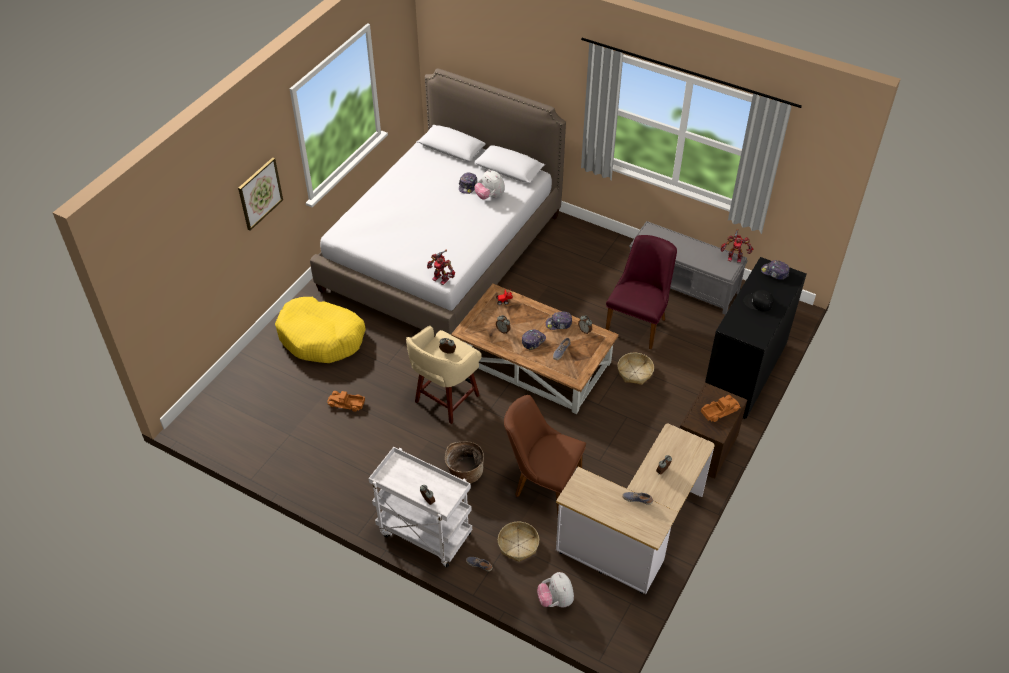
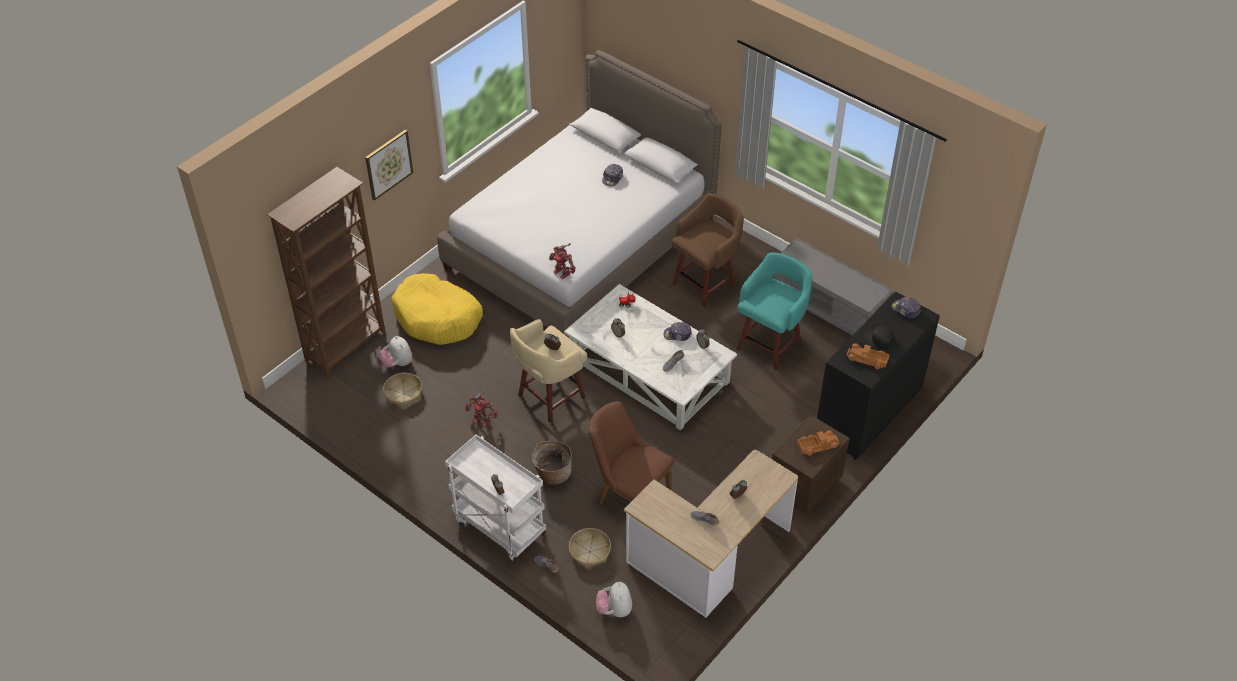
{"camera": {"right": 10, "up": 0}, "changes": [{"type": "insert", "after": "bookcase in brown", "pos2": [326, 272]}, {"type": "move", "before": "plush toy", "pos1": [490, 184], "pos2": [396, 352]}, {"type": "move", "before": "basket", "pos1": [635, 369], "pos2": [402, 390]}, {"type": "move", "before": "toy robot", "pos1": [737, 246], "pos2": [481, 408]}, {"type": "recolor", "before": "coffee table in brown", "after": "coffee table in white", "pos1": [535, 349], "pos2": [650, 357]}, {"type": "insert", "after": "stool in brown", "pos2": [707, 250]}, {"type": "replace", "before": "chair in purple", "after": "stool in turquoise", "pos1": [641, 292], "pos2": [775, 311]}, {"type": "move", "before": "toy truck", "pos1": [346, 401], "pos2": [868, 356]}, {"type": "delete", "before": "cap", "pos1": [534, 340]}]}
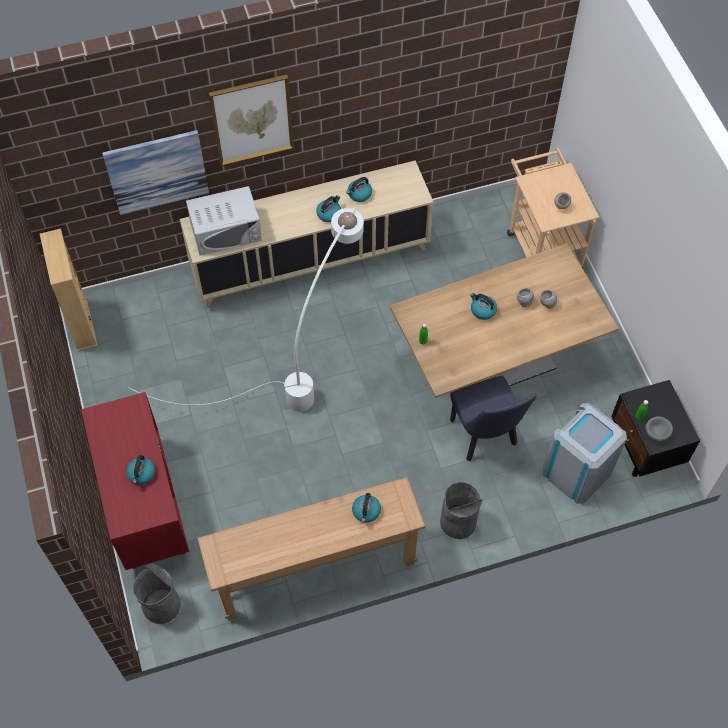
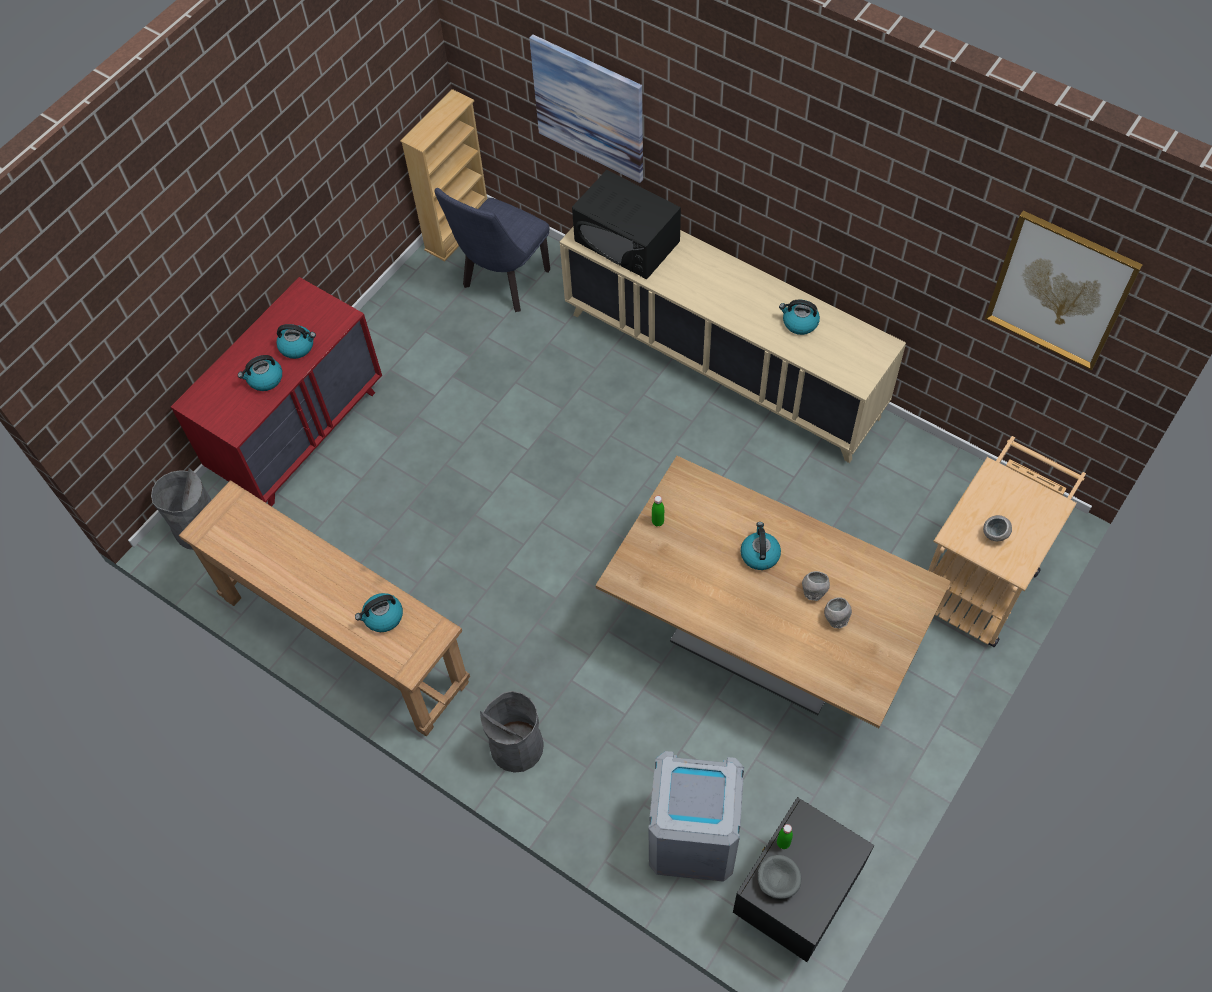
{"camera": {"right": 55, "up": 0}, "changes": [{"type": "move", "before": "kettle", "pos1": [328, 208], "pos2": [296, 341]}, {"type": "move", "before": "chair in blue", "pos1": [493, 418], "pos2": [492, 250]}, {"type": "recolor", "before": "microwave in white", "after": "microwave in black", "pos1": [224, 220], "pos2": [626, 224]}, {"type": "move", "before": "picture", "pos1": [251, 120], "pos2": [1064, 290]}, {"type": "delete", "before": "floor lamp in white", "pos1": [246, 310]}]}
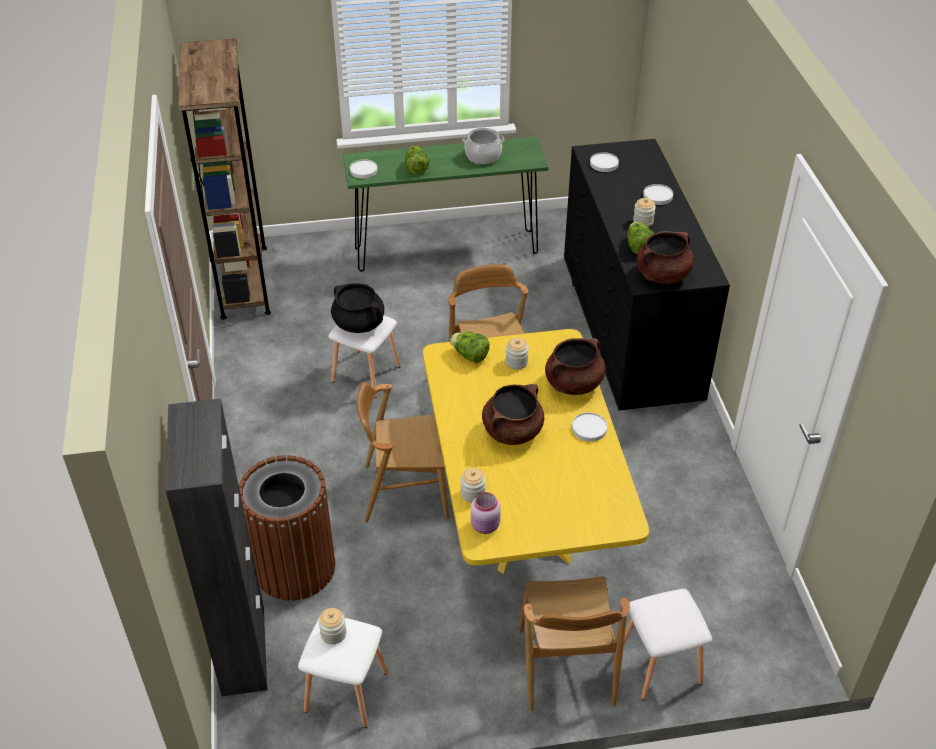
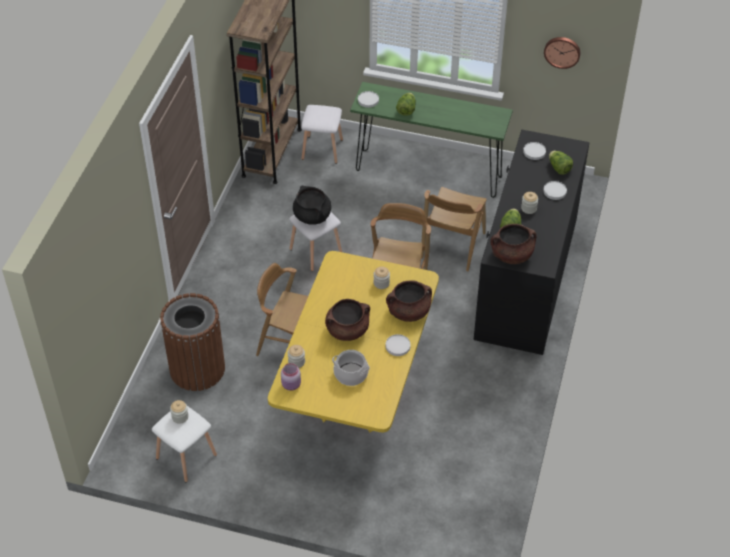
{"camera": {"right": 25, "up": 5}, "changes": [{"type": "move", "before": "stool in white", "pos1": [668, 644], "pos2": [322, 134]}, {"type": "move", "before": "cooking pot", "pos1": [483, 146], "pos2": [351, 368]}, {"type": "move", "before": "chair in brown", "pos1": [574, 644], "pos2": [454, 229]}, {"type": "insert", "after": "wall clock", "pos2": [562, 53]}, {"type": "move", "before": "lettuce", "pos1": [470, 347], "pos2": [561, 163]}, {"type": "delete", "before": "cabinet in black", "pos1": [216, 548]}]}
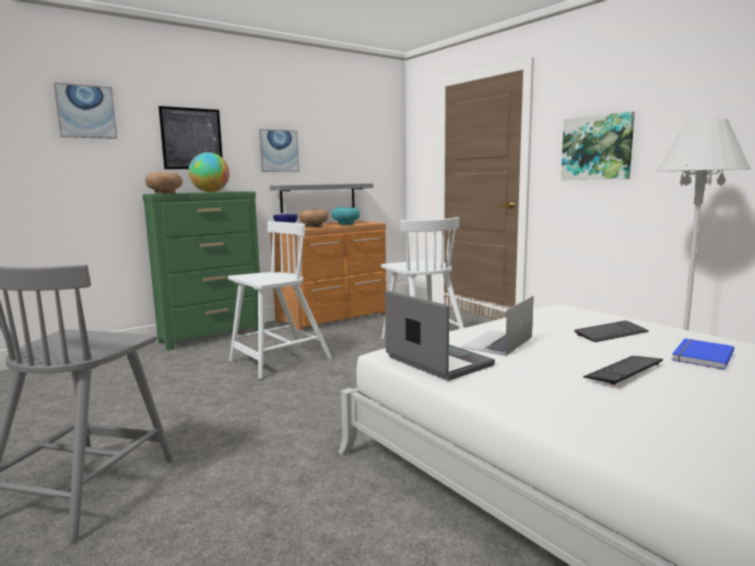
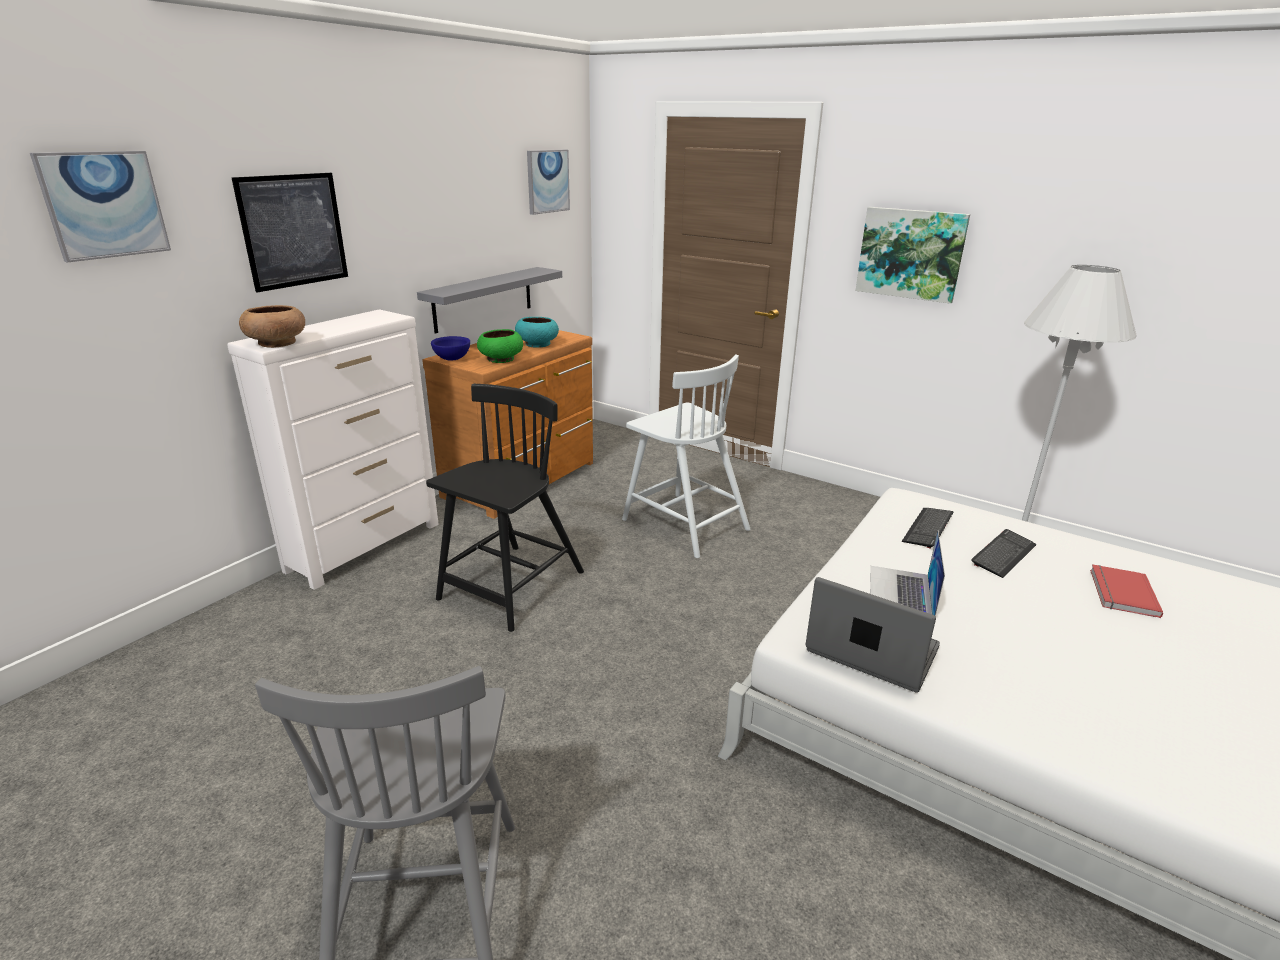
{"camera": {"right": -20, "up": 15}, "changes": [{"type": "recolor", "before": "dresser in green", "after": "dresser in white", "pos1": [201, 271], "pos2": [333, 449]}, {"type": "recolor", "before": "chair in white", "after": "chair in black", "pos1": [280, 300], "pos2": [505, 508]}, {"type": "recolor", "before": "bowl in brown", "after": "bowl in green", "pos1": [314, 218], "pos2": [500, 346]}, {"type": "move", "before": "picture", "pos1": [279, 150], "pos2": [548, 182]}, {"type": "move", "before": "keyboard", "pos1": [623, 371], "pos2": [927, 528]}, {"type": "recolor", "before": "book in blue", "after": "book in red", "pos1": [703, 354], "pos2": [1126, 591]}, {"type": "delete", "before": "globe", "pos1": [209, 172]}]}
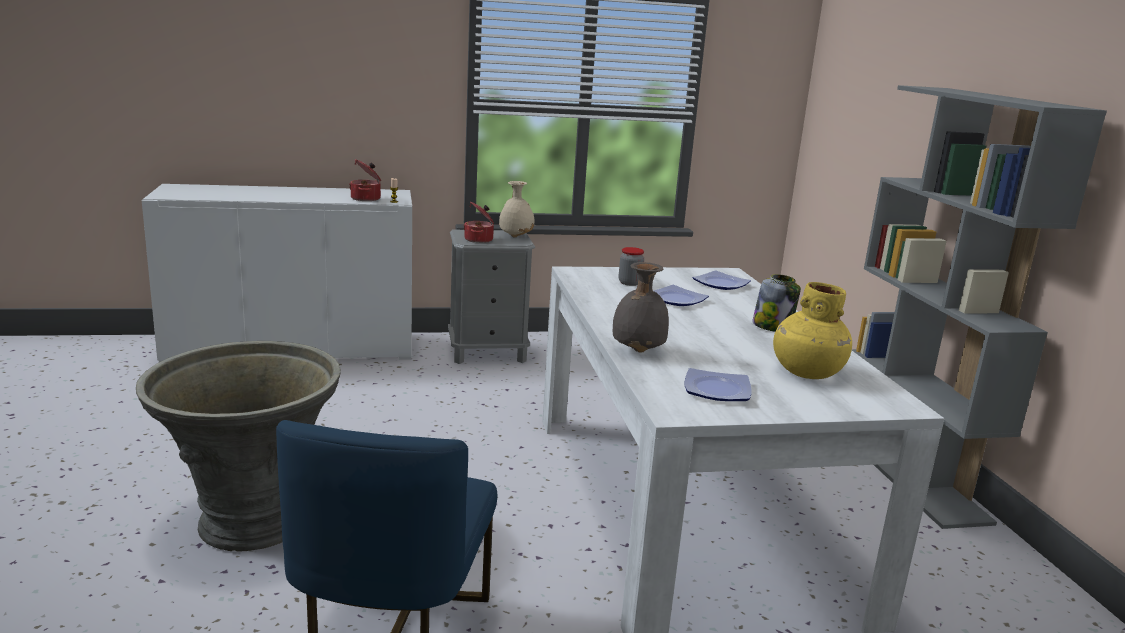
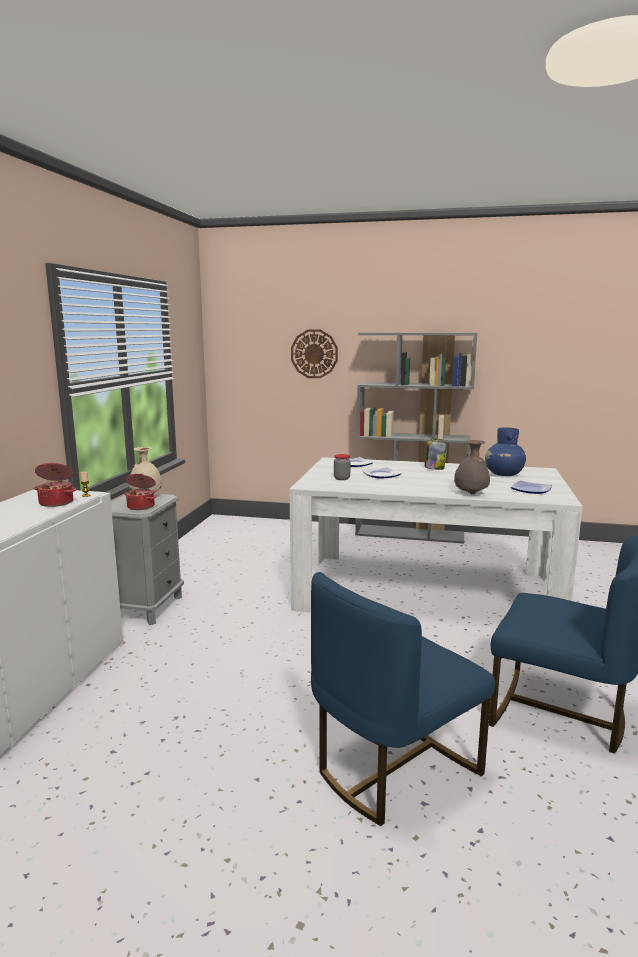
{"camera": {"right": -65, "up": -5}, "changes": [{"type": "insert", "after": "wall clock", "pos2": [314, 353]}, {"type": "replace", "before": "planter in grey", "after": "chair in blue", "pos1": [238, 446], "pos2": [403, 699]}, {"type": "recolor", "before": "vase in yellow", "after": "vase in blue", "pos1": [812, 330], "pos2": [505, 451]}]}
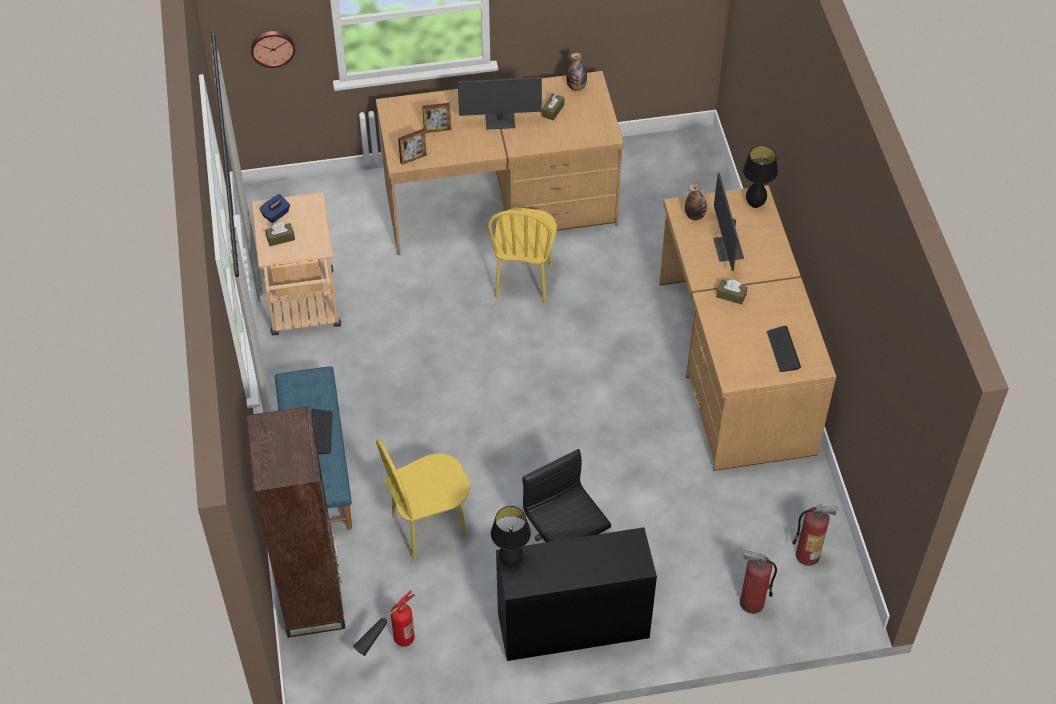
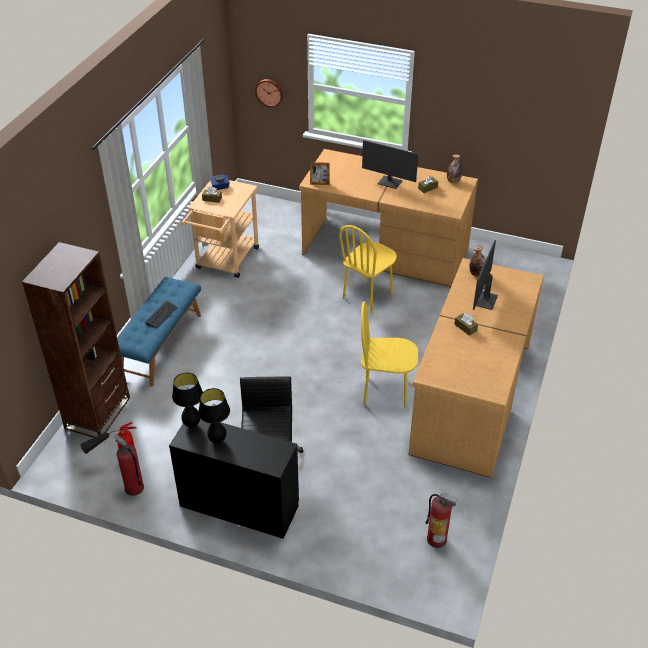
{"camera": {"right": 30, "up": -10}, "changes": [{"type": "move", "before": "fire extinguisher", "pos1": [758, 582], "pos2": [129, 465]}, {"type": "move", "before": "table lamp in black", "pos1": [760, 176], "pos2": [214, 416]}, {"type": "move", "before": "chair in yellow", "pos1": [423, 499], "pos2": [389, 355]}, {"type": "delete", "before": "picture frame", "pos1": [436, 118]}, {"type": "delete", "before": "keyboard", "pos1": [784, 348]}]}
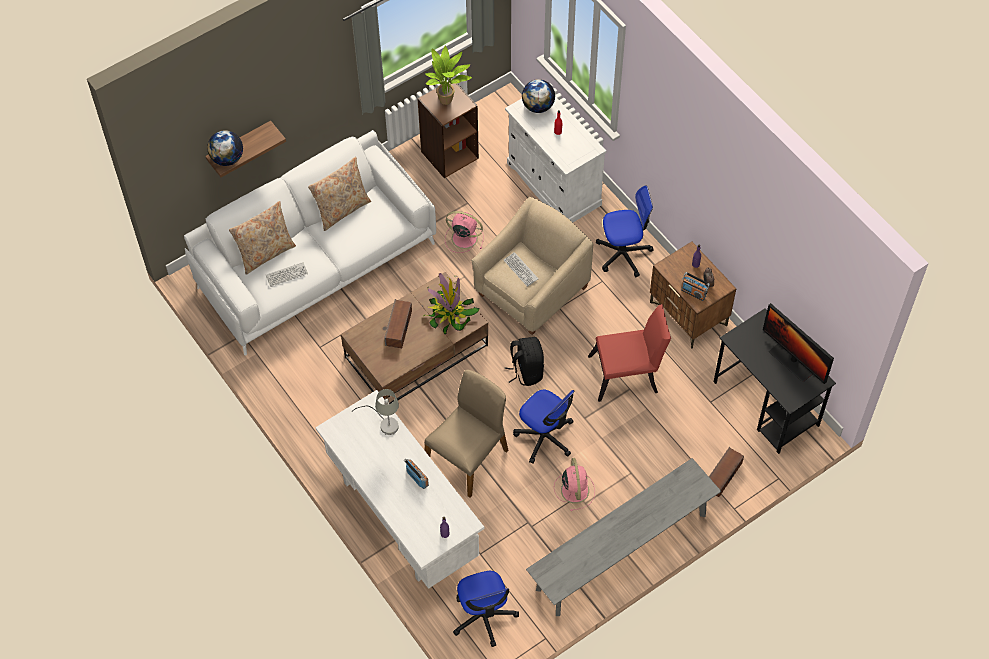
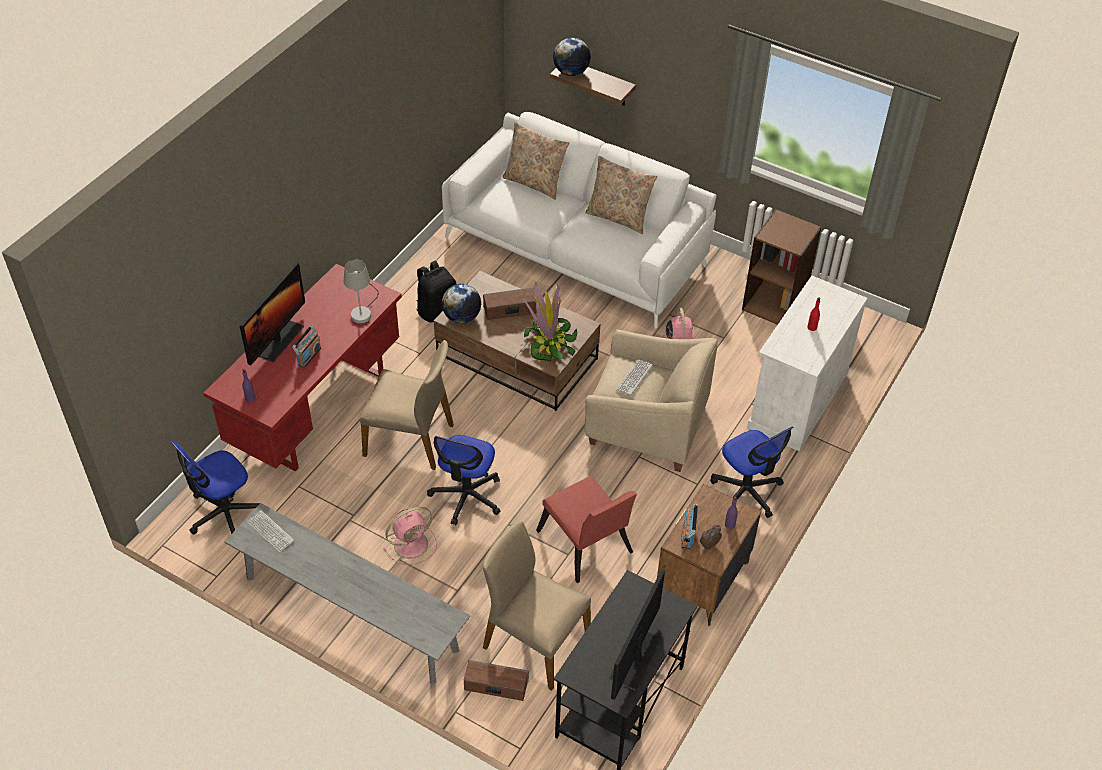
{"camera": {"right": 65, "up": -10}, "changes": [{"type": "recolor", "before": "desk in white", "after": "desk in red", "pos1": [399, 489], "pos2": [303, 367]}, {"type": "insert", "after": "monitor", "pos2": [272, 313]}, {"type": "move", "before": "keyboard", "pos1": [287, 274], "pos2": [270, 531]}, {"type": "move", "before": "backpack in black", "pos1": [524, 361], "pos2": [436, 291]}, {"type": "move", "before": "globe", "pos1": [538, 96], "pos2": [461, 303]}, {"type": "insert", "after": "chair in beige", "pos2": [537, 605]}, {"type": "delete", "before": "potted plant", "pos1": [448, 75]}]}
